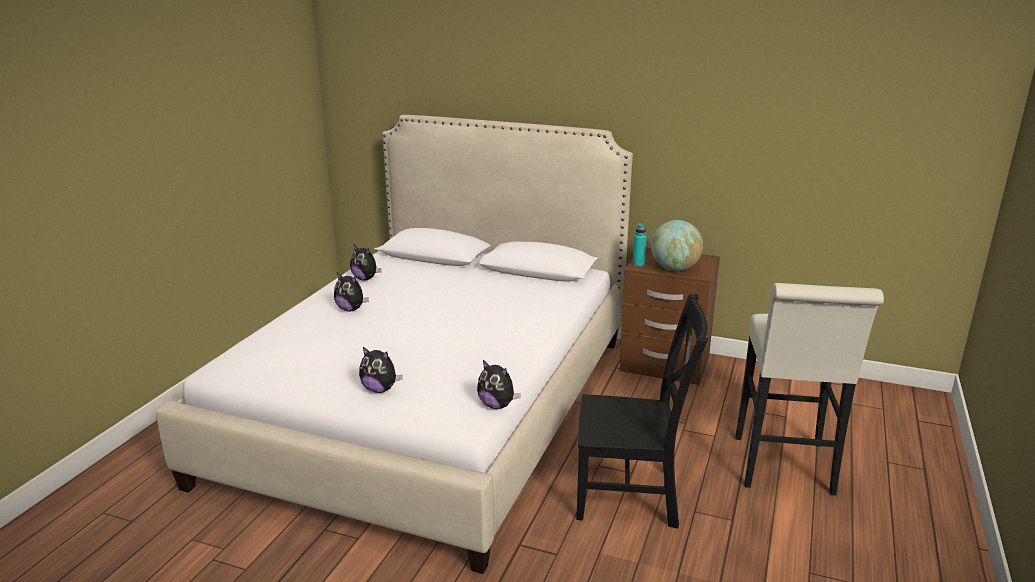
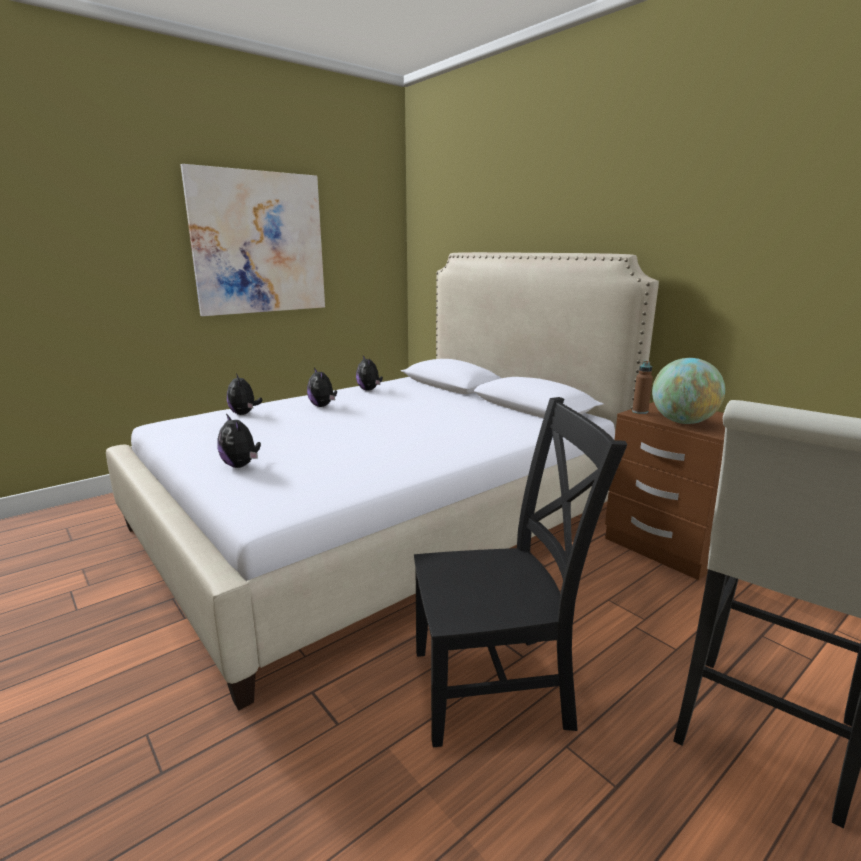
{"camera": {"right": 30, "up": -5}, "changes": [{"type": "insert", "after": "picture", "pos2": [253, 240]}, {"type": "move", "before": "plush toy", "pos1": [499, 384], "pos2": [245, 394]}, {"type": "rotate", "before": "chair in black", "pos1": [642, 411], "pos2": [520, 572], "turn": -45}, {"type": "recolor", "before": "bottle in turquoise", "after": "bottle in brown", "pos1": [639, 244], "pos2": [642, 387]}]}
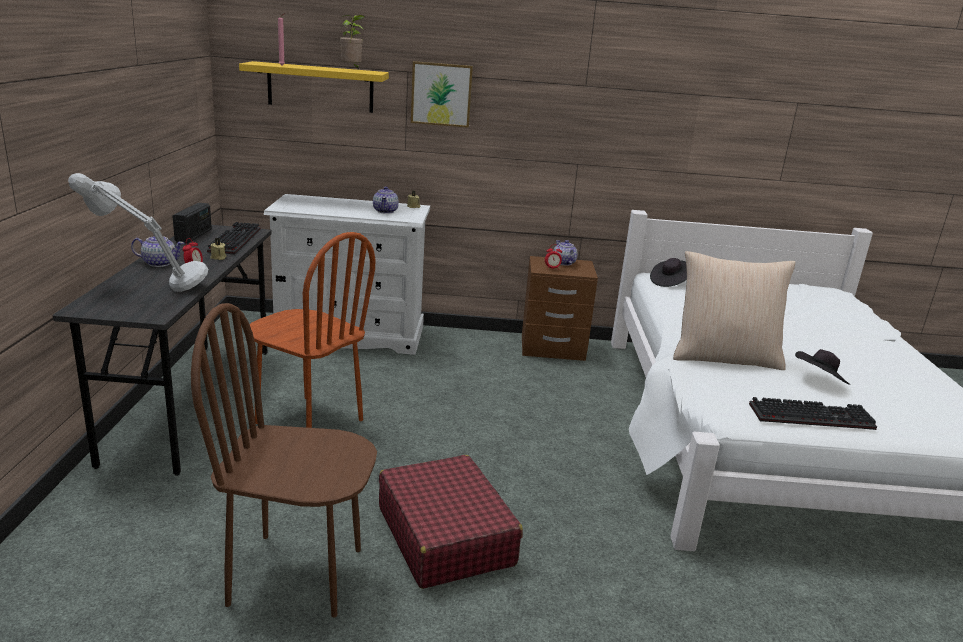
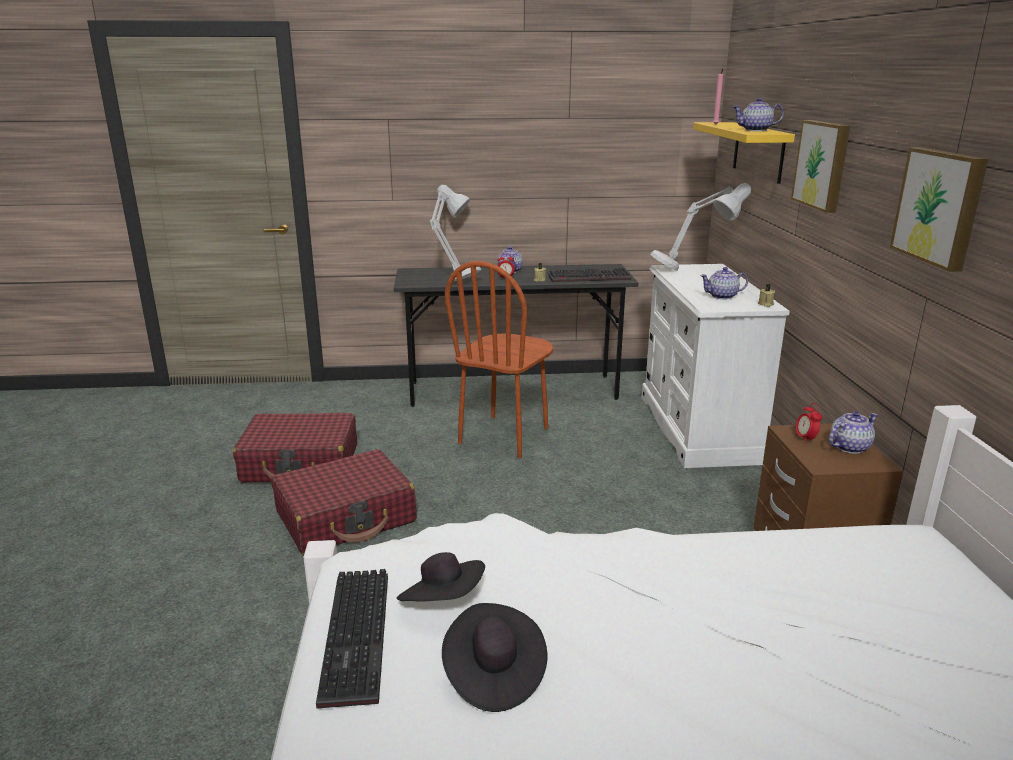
{"camera": {"right": 85, "up": 0}, "changes": [{"type": "replace", "before": "chair in brown", "after": "suitcase in red", "pos1": [284, 460], "pos2": [295, 447]}, {"type": "move", "before": "hat in black", "pos1": [668, 272], "pos2": [441, 577]}, {"type": "insert", "after": "table lamp in grey", "pos2": [700, 227]}, {"type": "replace", "before": "potted plant", "after": "teapot", "pos1": [352, 42], "pos2": [758, 114]}, {"type": "insert", "after": "picture", "pos2": [939, 209]}, {"type": "delete", "before": "radio", "pos1": [192, 223]}, {"type": "delete", "before": "pillow in beige", "pos1": [734, 310]}]}
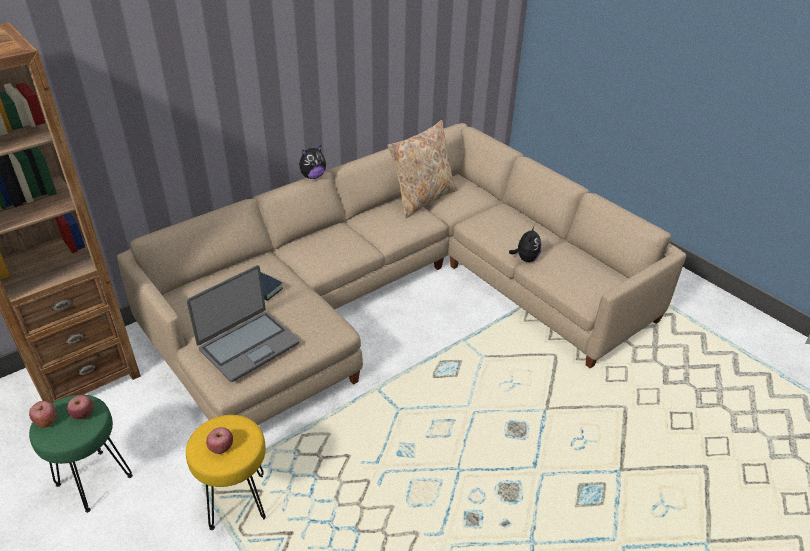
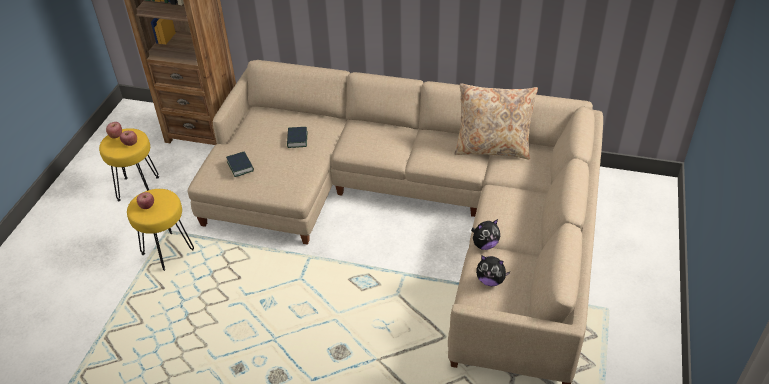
{"camera": {"right": 55, "up": 5}, "changes": [{"type": "recolor", "before": "stool in green", "after": "stool in yellow", "pos1": [81, 454], "pos2": [129, 165]}, {"type": "replace", "before": "laptop", "after": "book", "pos1": [243, 323], "pos2": [240, 164]}, {"type": "move", "before": "plush toy", "pos1": [312, 162], "pos2": [493, 270]}]}
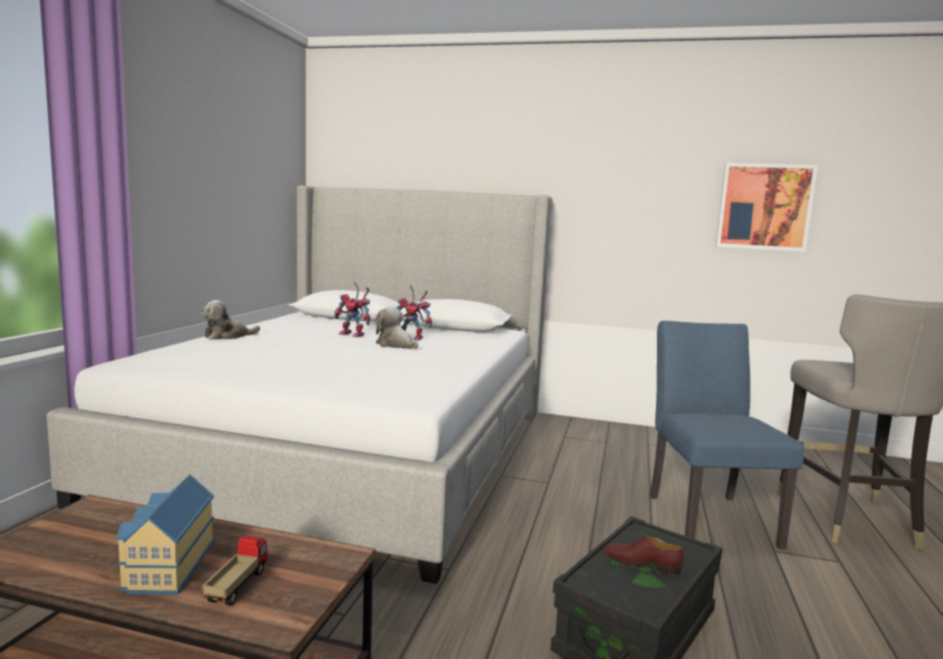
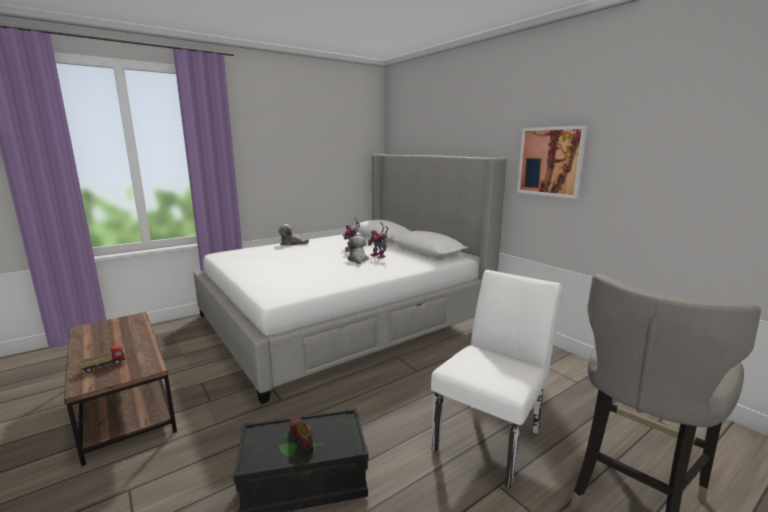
{"camera": {"right": 40, "up": 5}, "changes": [{"type": "recolor", "before": "chair in blue", "after": "chair in white", "pos1": [727, 435], "pos2": [497, 379]}, {"type": "move", "before": "picture", "pos1": [767, 207], "pos2": [552, 162]}, {"type": "delete", "before": "toy house", "pos1": [165, 534]}]}
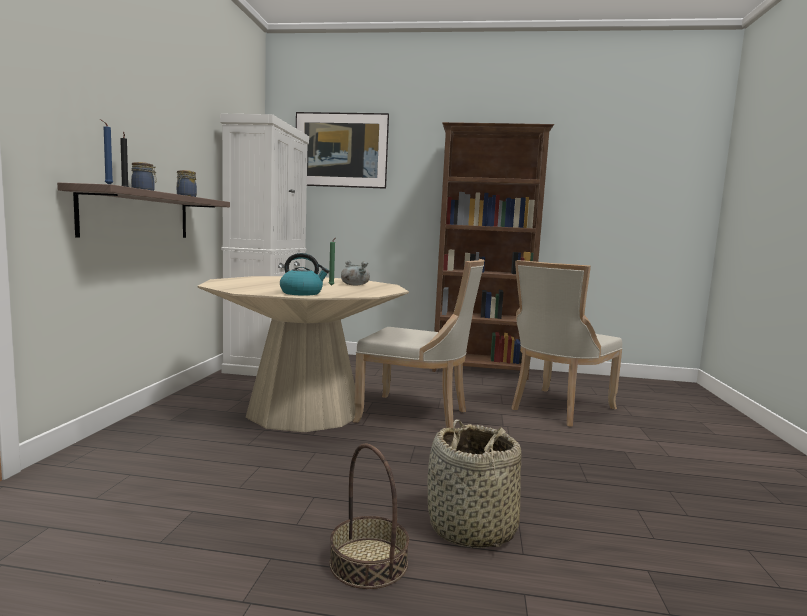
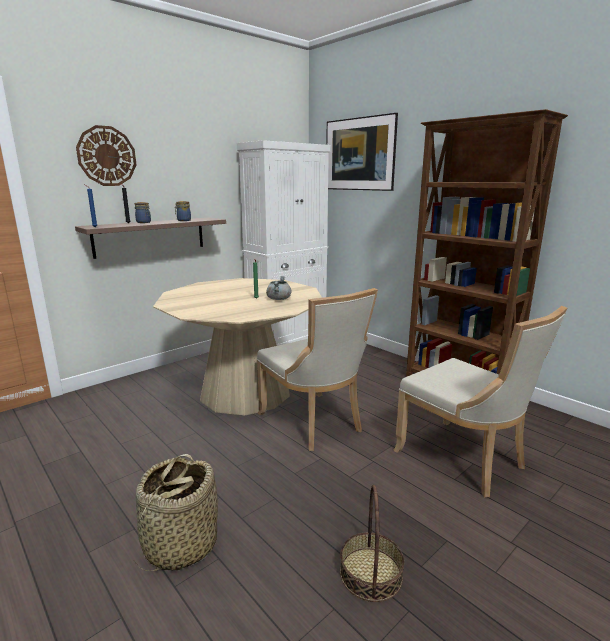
{"camera": {"right": 40, "up": 10}, "changes": [{"type": "insert", "after": "wall clock", "pos2": [106, 155]}, {"type": "move", "before": "basket", "pos1": [369, 516], "pos2": [372, 543]}, {"type": "rotate", "before": "chair in beige", "pos1": [566, 343], "pos2": [480, 401], "turn": -120}, {"type": "delete", "before": "kettle", "pos1": [304, 274]}]}
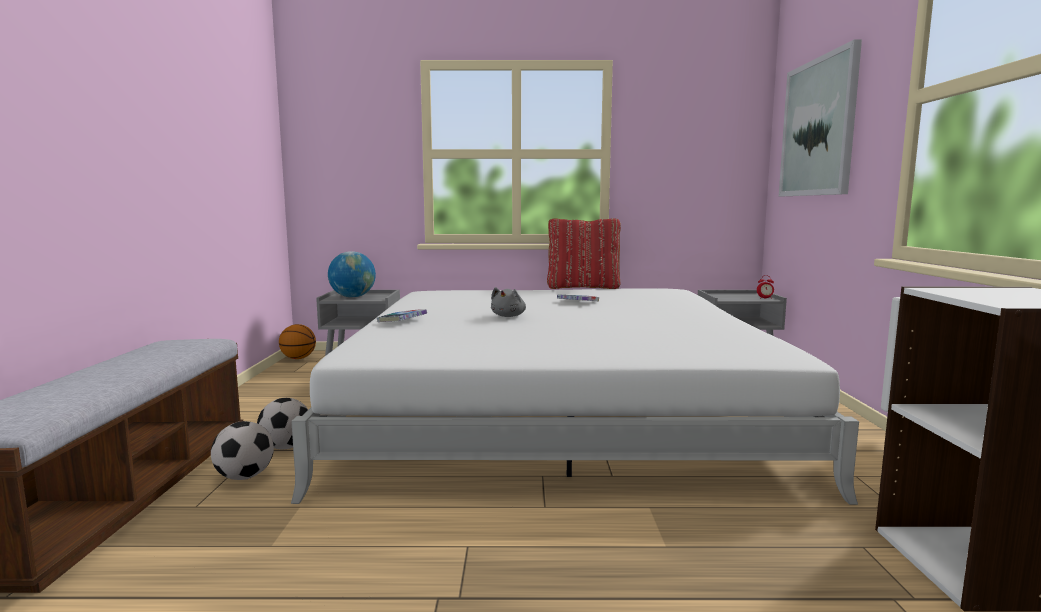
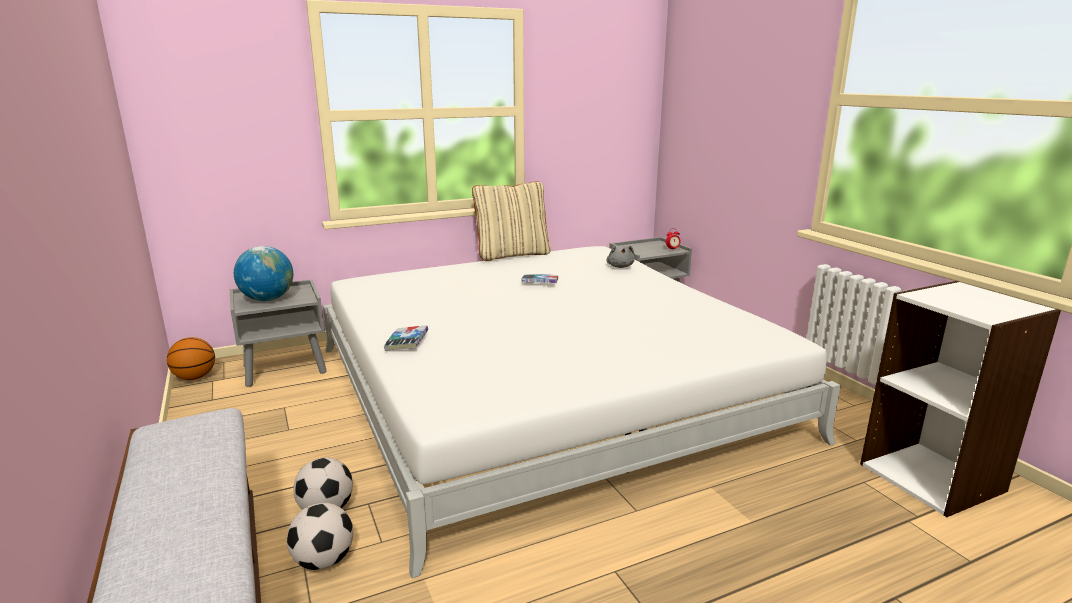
{"camera": {"right": -25, "up": 10}, "changes": [{"type": "recolor", "before": "pillow in red", "after": "pillow in beige", "pos1": [584, 253], "pos2": [511, 221]}, {"type": "move", "before": "plush toy in grey", "pos1": [508, 302], "pos2": [620, 256]}, {"type": "delete", "before": "picture", "pos1": [820, 117]}]}
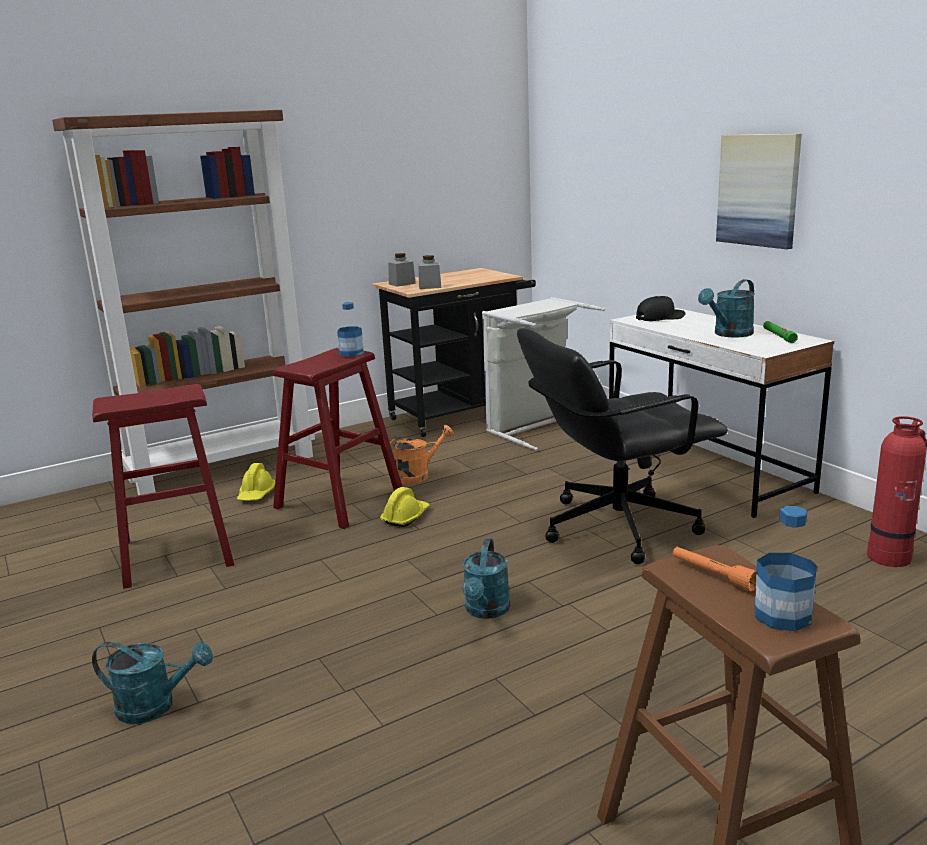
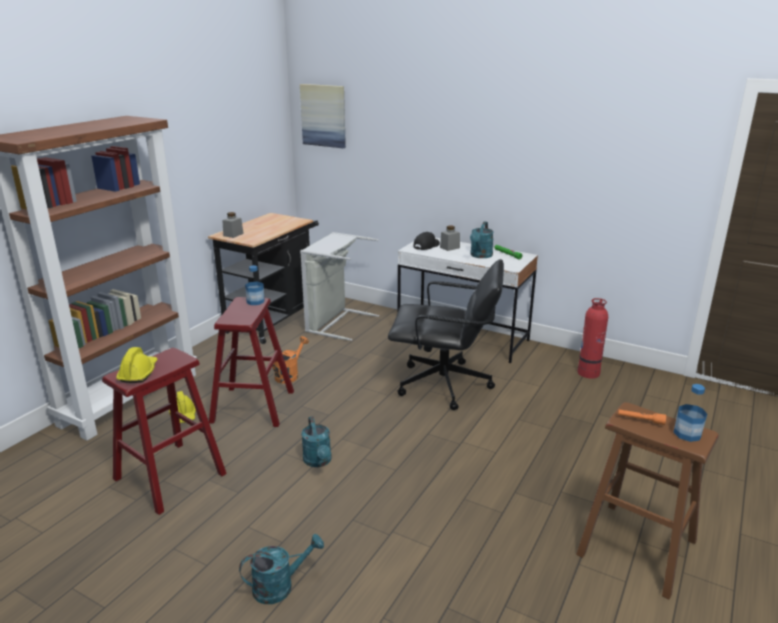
{"camera": {"right": -30, "up": 5}, "changes": [{"type": "move", "before": "hard hat in yellow", "pos1": [405, 507], "pos2": [137, 365]}, {"type": "move", "before": "picture", "pos1": [759, 191], "pos2": [323, 116]}, {"type": "move", "before": "watering can in turquoise", "pos1": [486, 578], "pos2": [316, 441]}, {"type": "rotate", "before": "office chair in black", "pos1": [622, 446], "pos2": [446, 334], "turn": -120}, {"type": "move", "before": "jar in grey", "pos1": [430, 272], "pos2": [450, 238]}]}
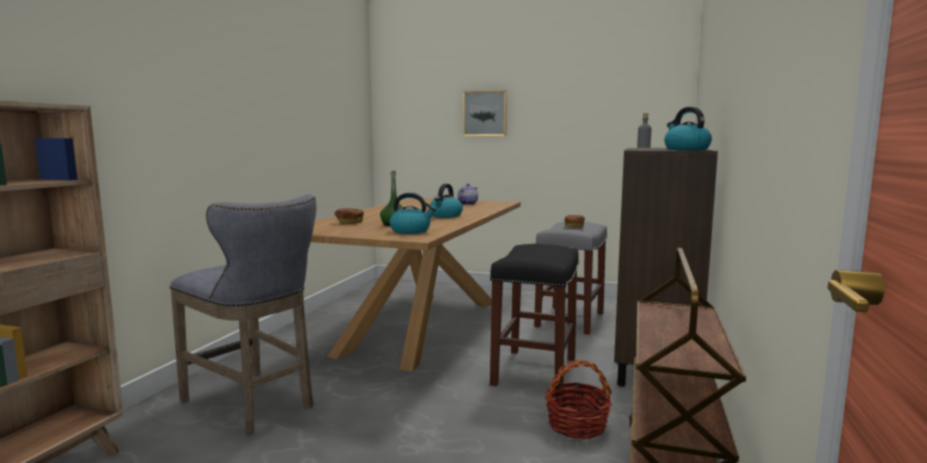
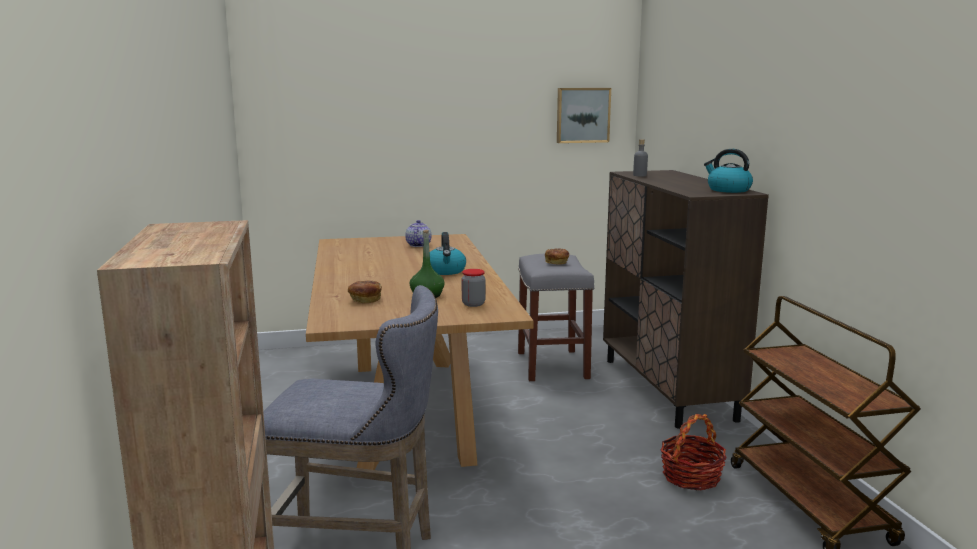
{"camera": {"right": -30, "up": 5}, "changes": [{"type": "replace", "before": "kettle", "after": "jar", "pos1": [413, 213], "pos2": [474, 288]}, {"type": "move", "before": "picture", "pos1": [485, 113], "pos2": [584, 115]}, {"type": "delete", "before": "stool in black", "pos1": [534, 316]}]}
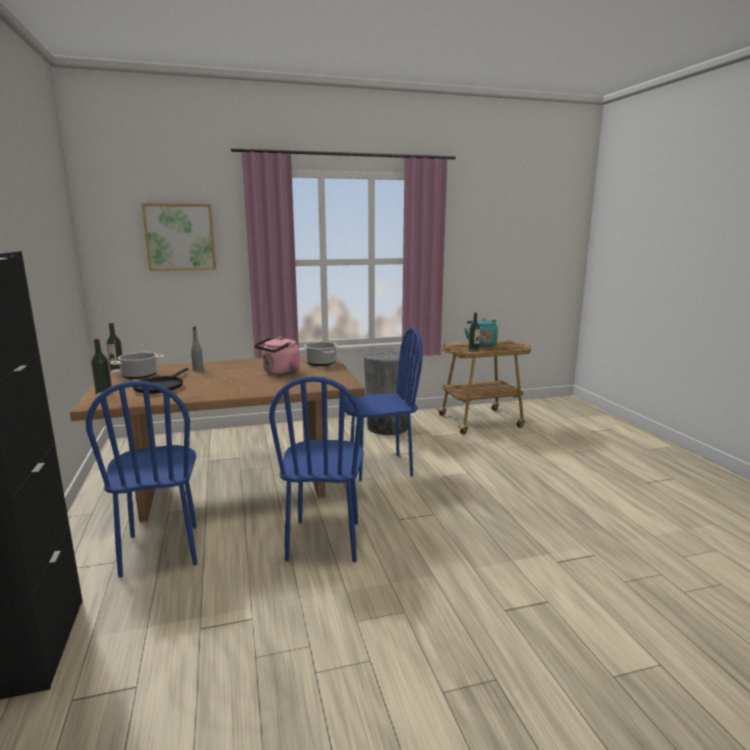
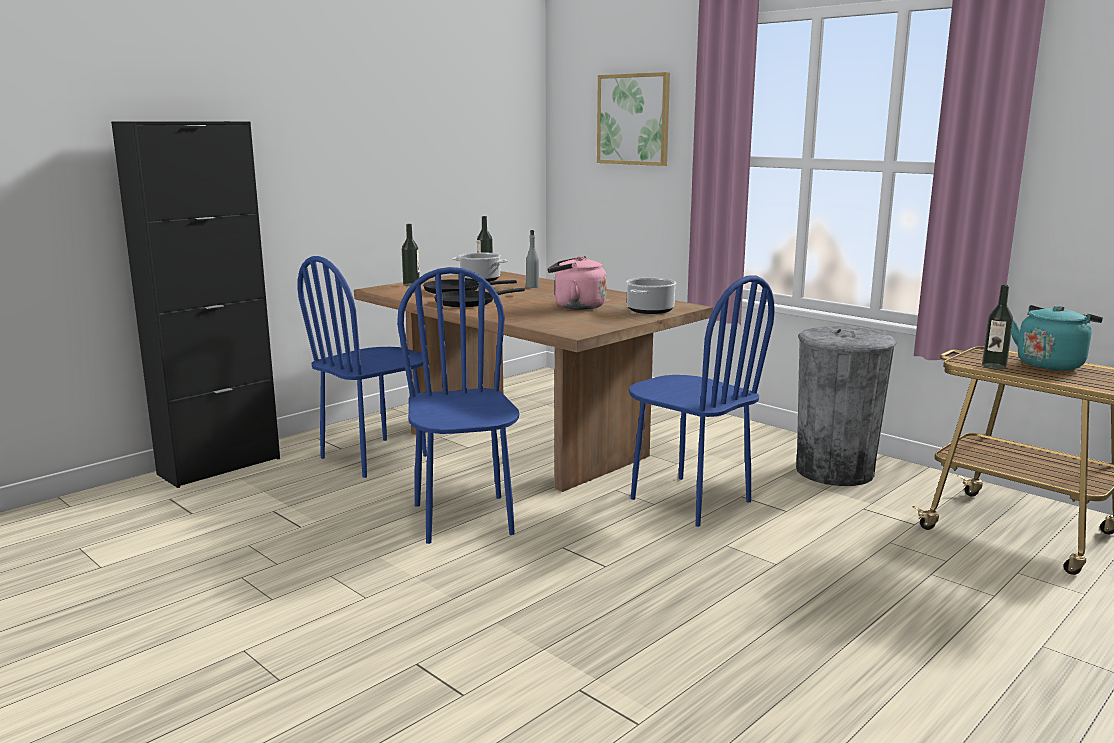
{"camera": {"right": 60, "up": 0}, "changes": [{"type": "rotate", "before": "chair in blue", "pos1": [316, 469], "pos2": [458, 405], "turn": 105}, {"type": "insert", "after": "frying pan in black", "pos2": [479, 297]}]}
